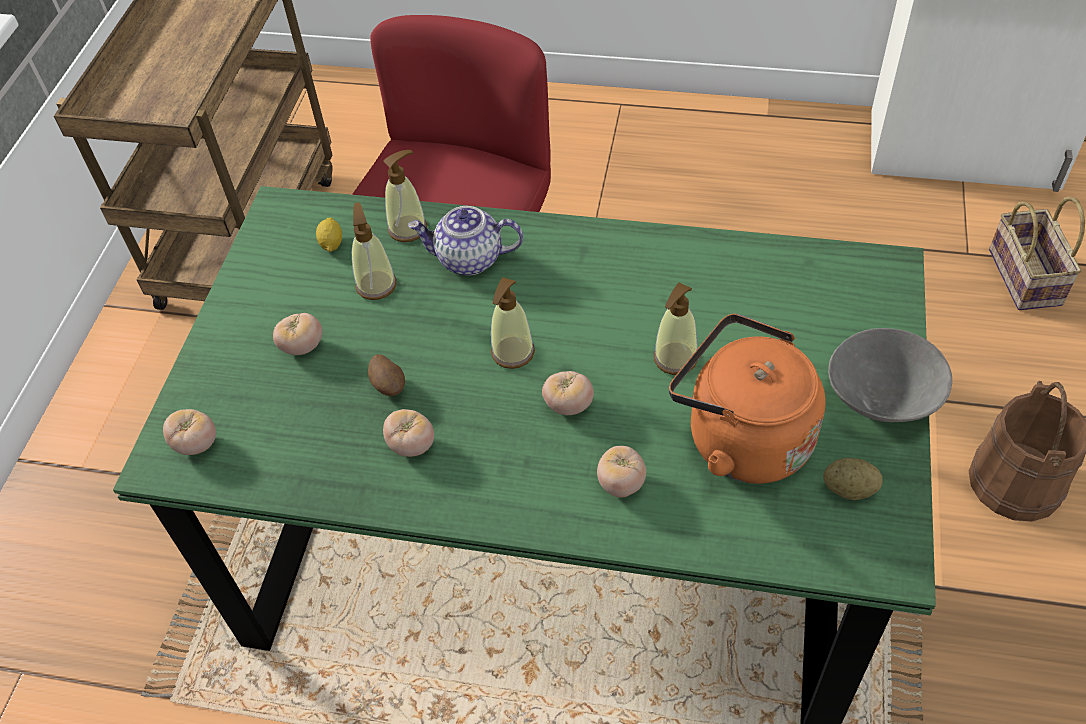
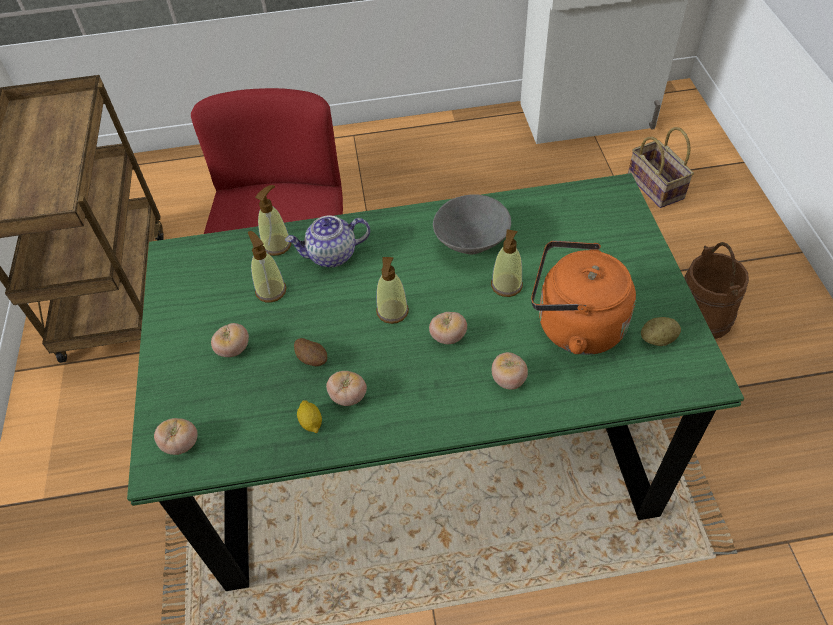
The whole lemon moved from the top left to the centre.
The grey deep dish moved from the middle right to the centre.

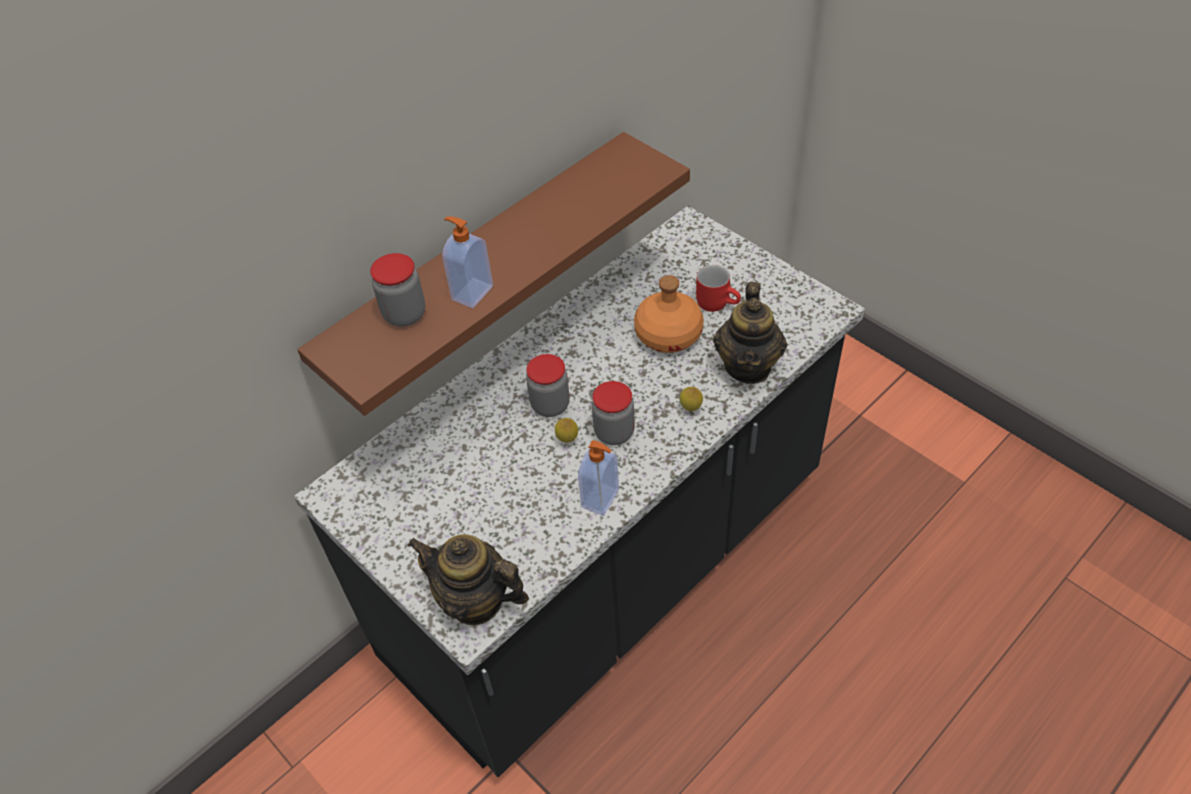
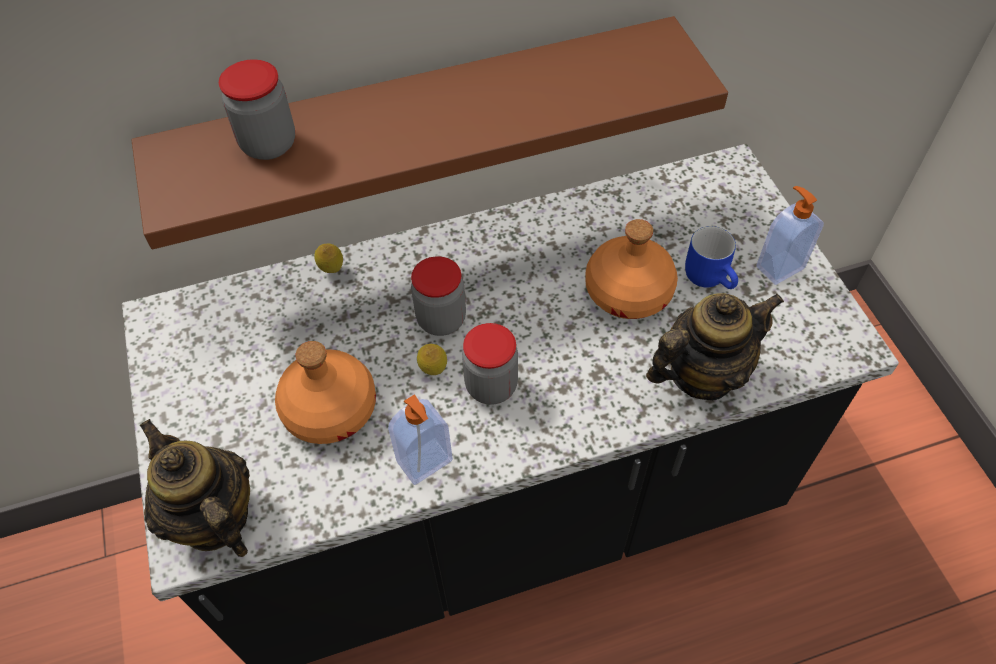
The soap dispenser (no. 1 from left in the first image) moved from the top centre to the middle right.
The whole lemon (no. 2 from left in the first image) moved from the centre to the middle left.
The red-coloured coffee mug at the centre became the blue coffee mug at the middle right.
The pot for tea (no. 2 from left) at the centre turned 150 degrees counterclockwise.
The orange-coloured drink bottle (no. 1 from left) at the middle left appeared.

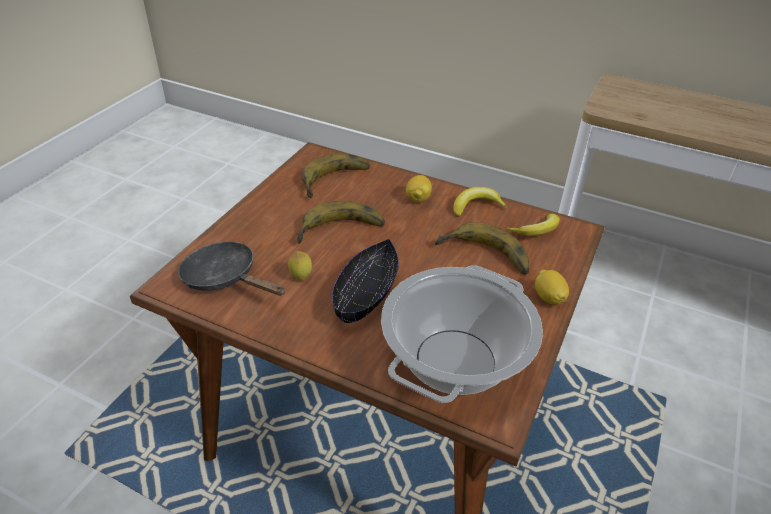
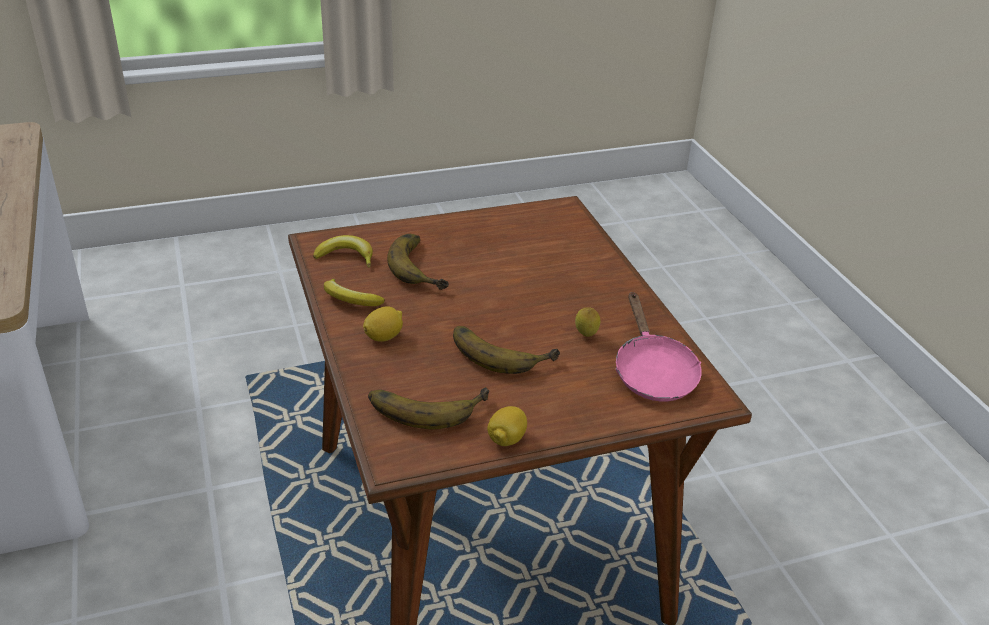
The black-coloured frying pan at the middle left became the pink-coloured frying pan at the centre.
The black-coloured deep dish at the centre disappeared.
The stockpot at the centre disappeared.
The whole lemon (no. 3 from left in the first image) moved from the middle right to the bottom centre.

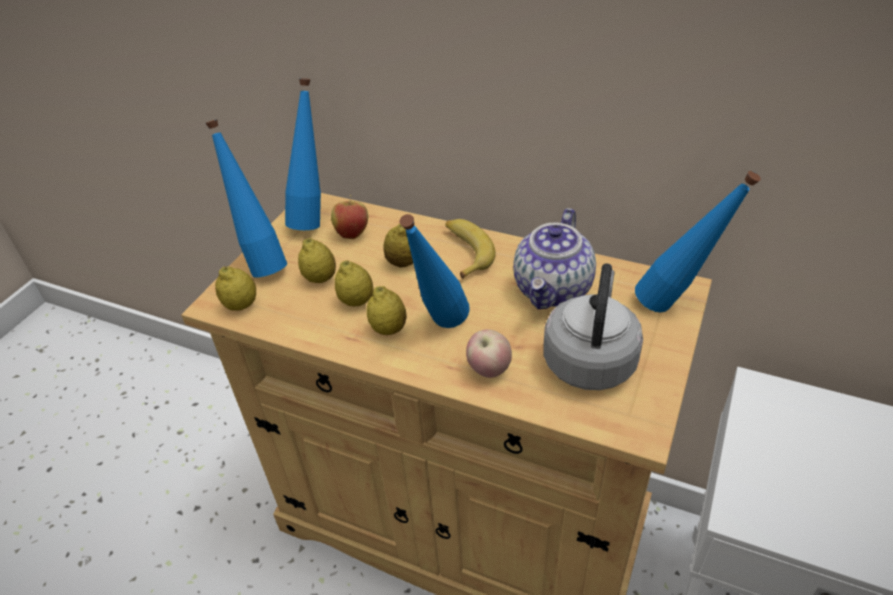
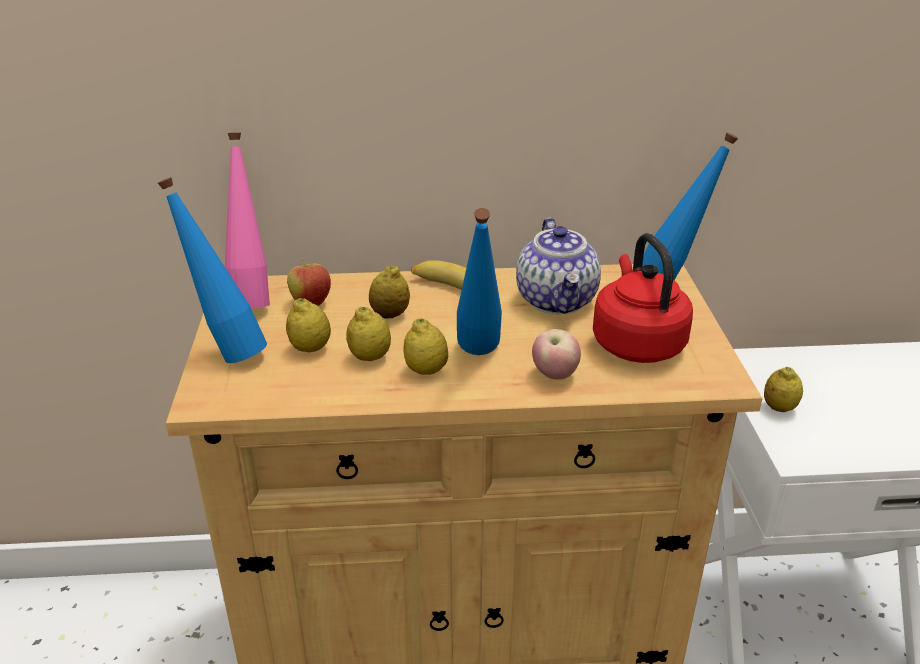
The whole lemon (no. 1 from left in the first image) moved from the middle left to the middle right.
The blue drink bottle (no. 2 from left) at the top centre became the pink-coloured drink bottle at the top left.
The grey water kettle at the centre became the red-coloured water kettle at the middle right.

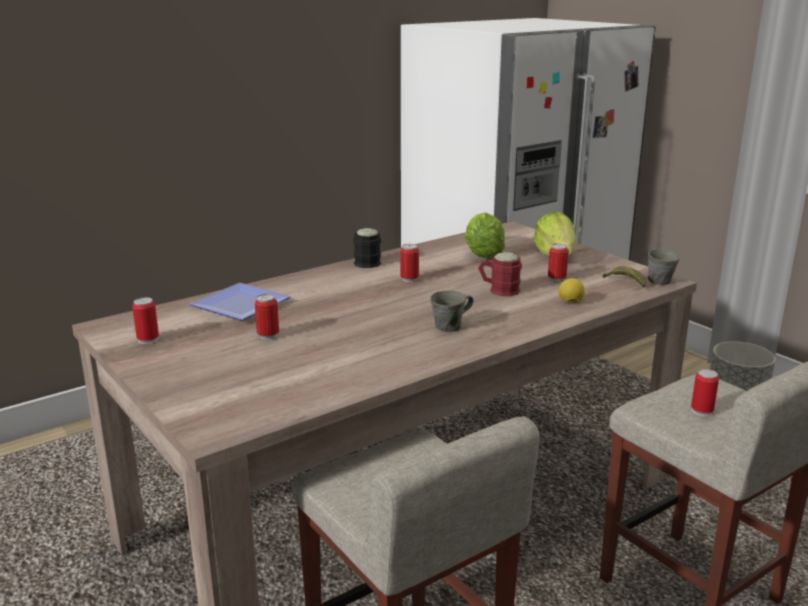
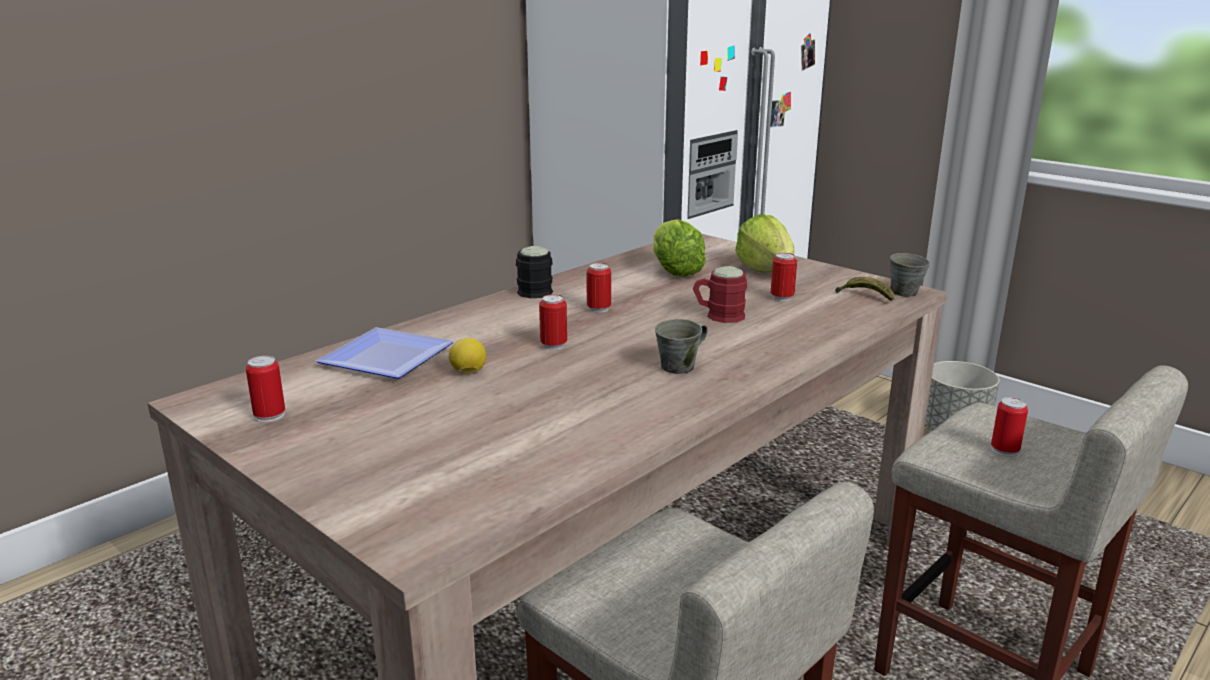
The sealed can (no. 2 from left) moved from the middle left to the centre.
The whole lemon moved from the middle right to the centre.

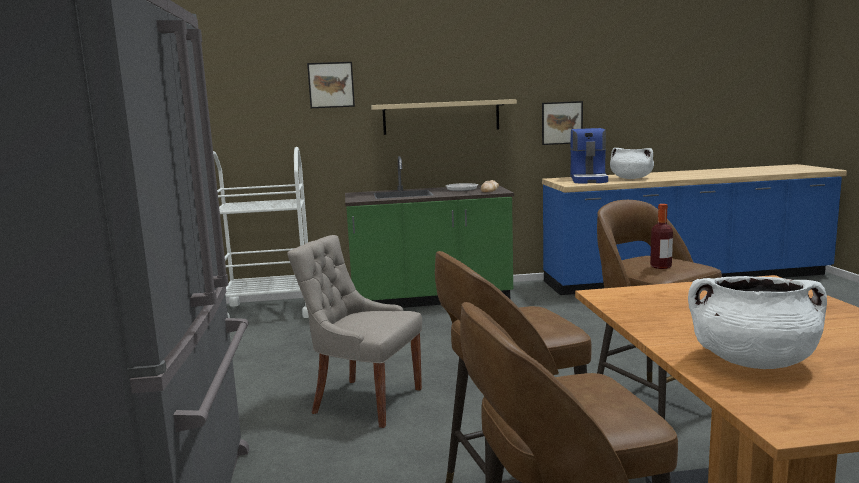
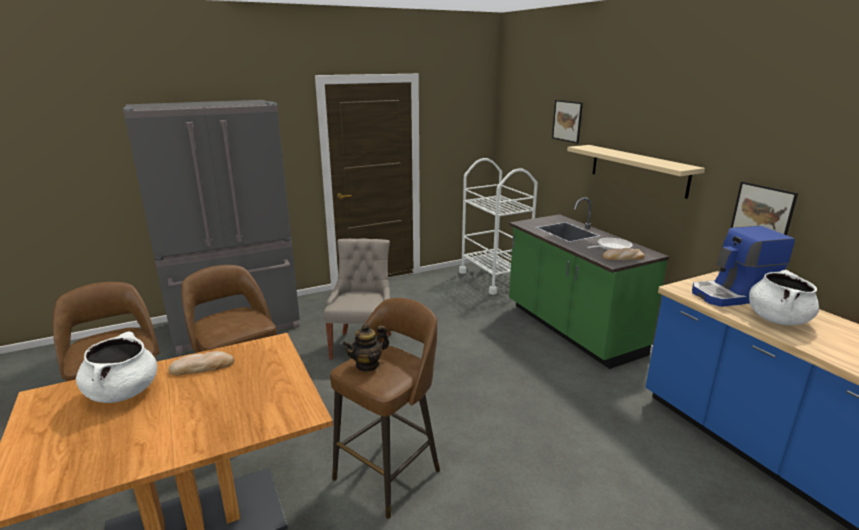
The drink bottle at the middle right was replaced by the pot for tea at the centre.
The bakery bread (no. 1 from left) at the bottom left appeared.

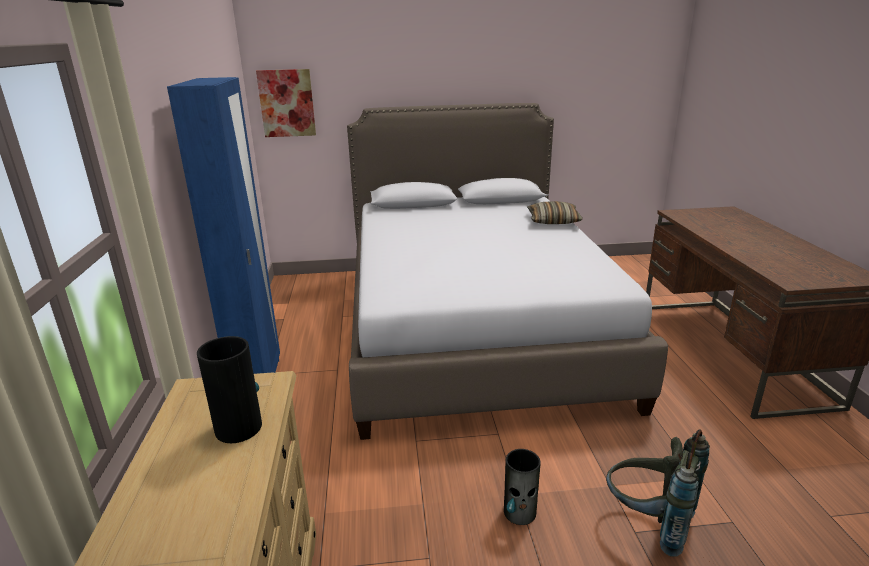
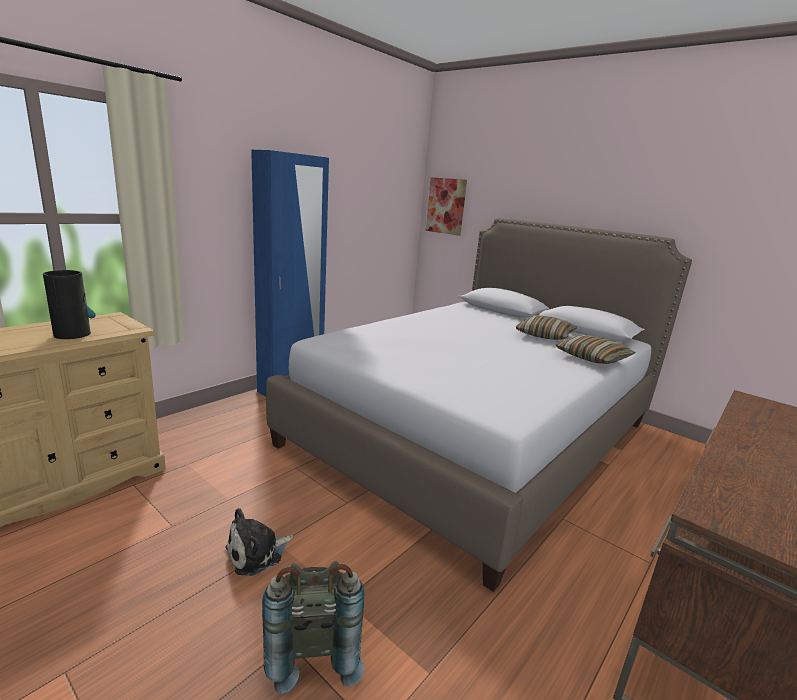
The decorative vase (no. 2 from left) at the bottom centre was replaced by the cuddly toy at the bottom left.
The pillow (no. 1 from left) at the middle right appeared.

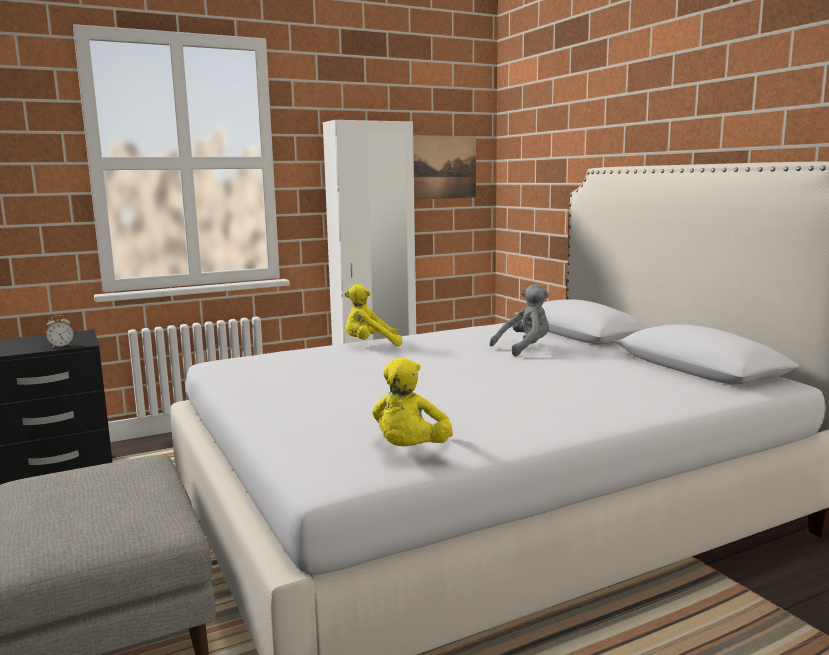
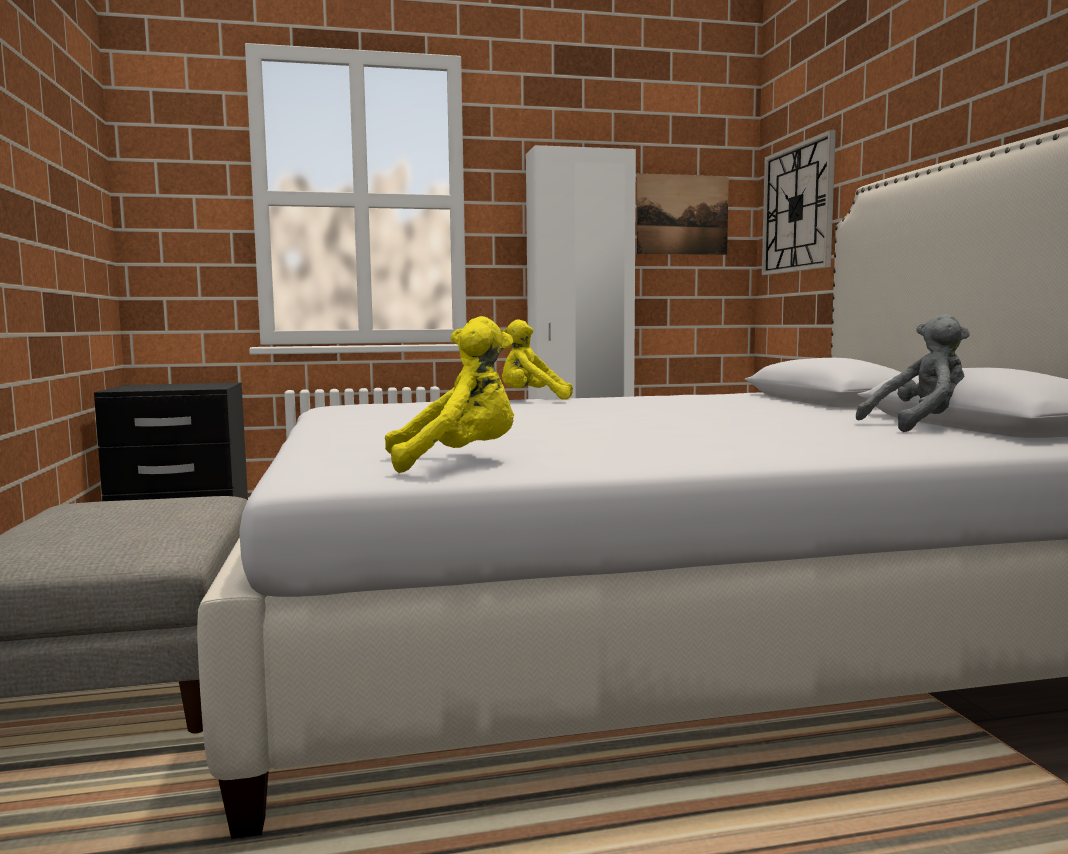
The bedside clock at the middle left disappeared.
The yellow-coloured cuddly toy (no. 2 from left in the first image) at the centre turned 135 degrees counterclockwise.
The grey cuddly toy moved from the centre to the middle right.
The hanging clock at the top right appeared.

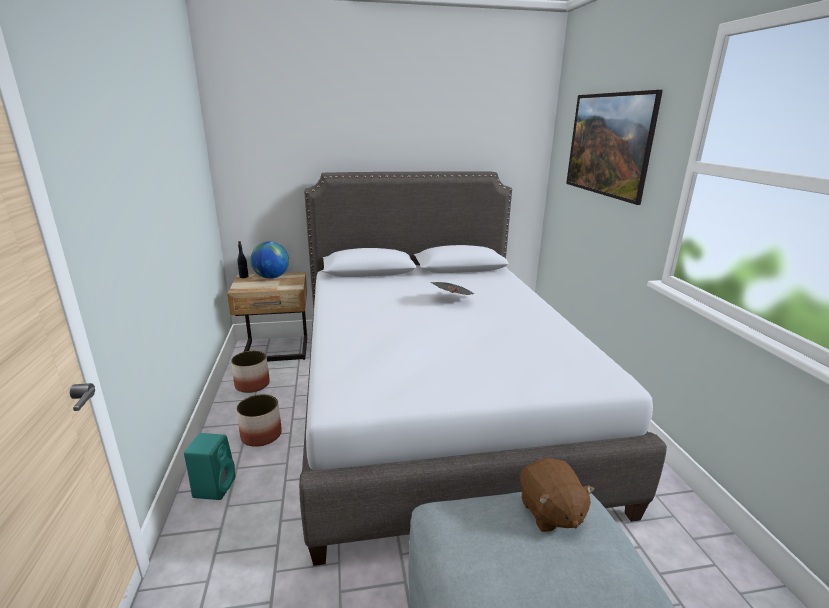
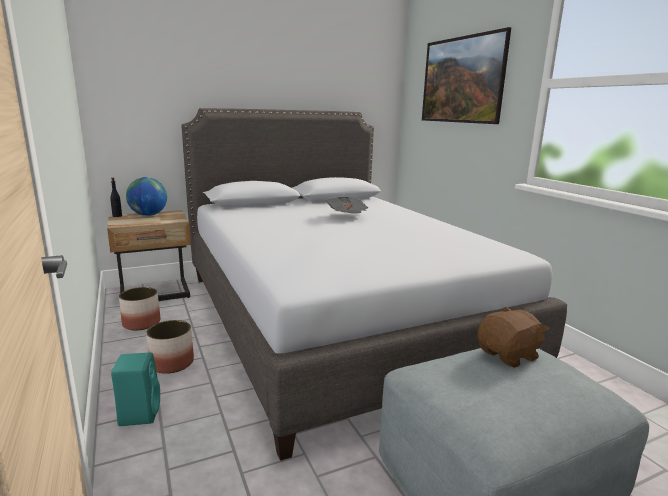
The brown cuddly toy at the bottom right turned 90 degrees counterclockwise.

